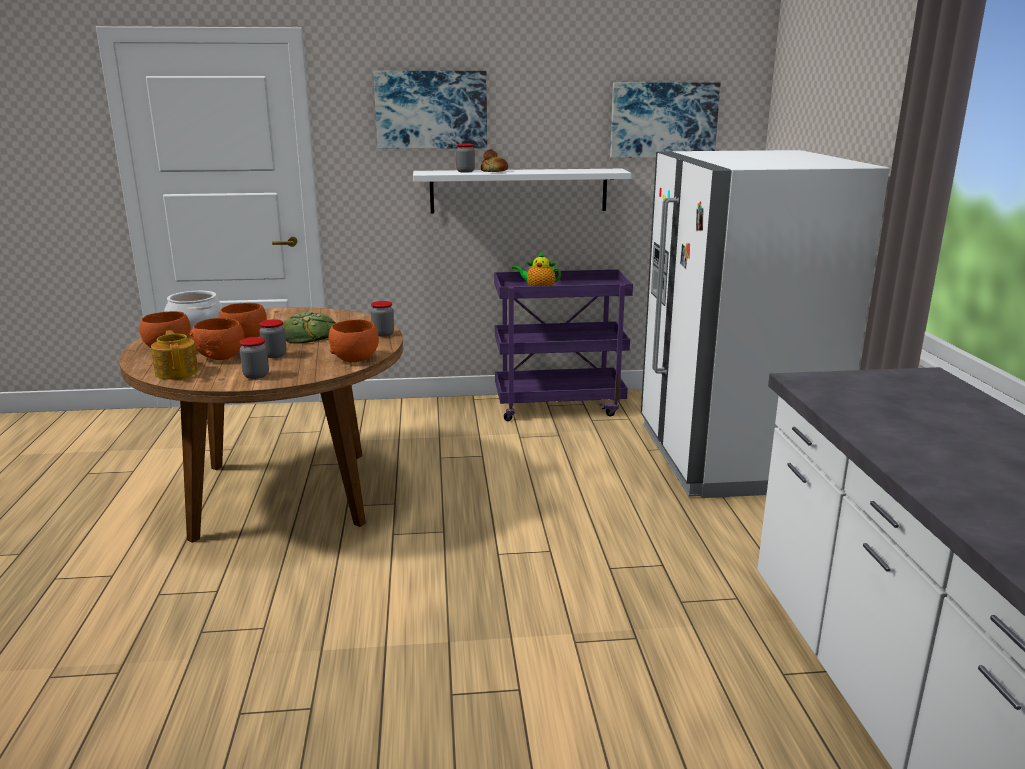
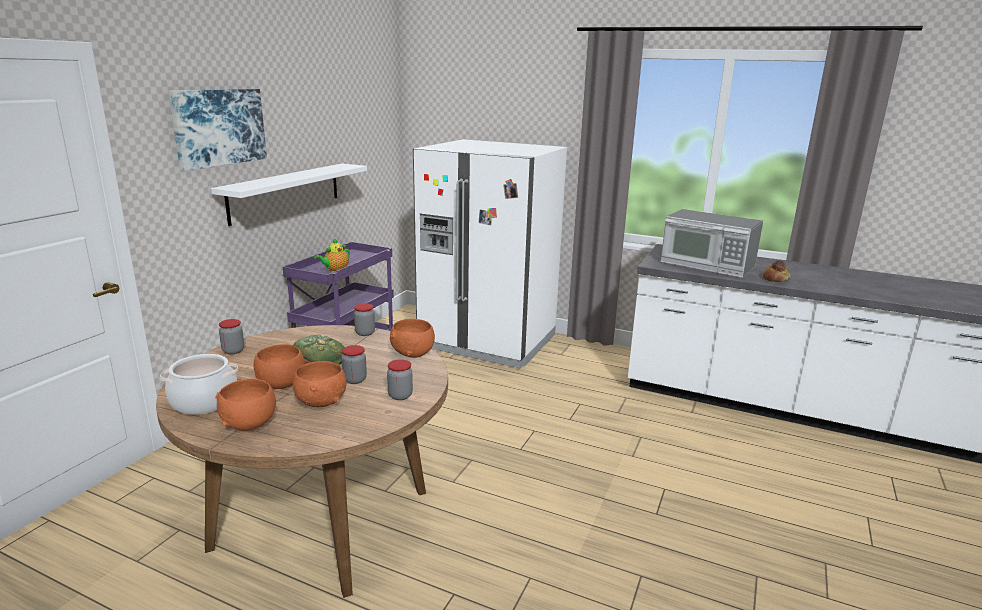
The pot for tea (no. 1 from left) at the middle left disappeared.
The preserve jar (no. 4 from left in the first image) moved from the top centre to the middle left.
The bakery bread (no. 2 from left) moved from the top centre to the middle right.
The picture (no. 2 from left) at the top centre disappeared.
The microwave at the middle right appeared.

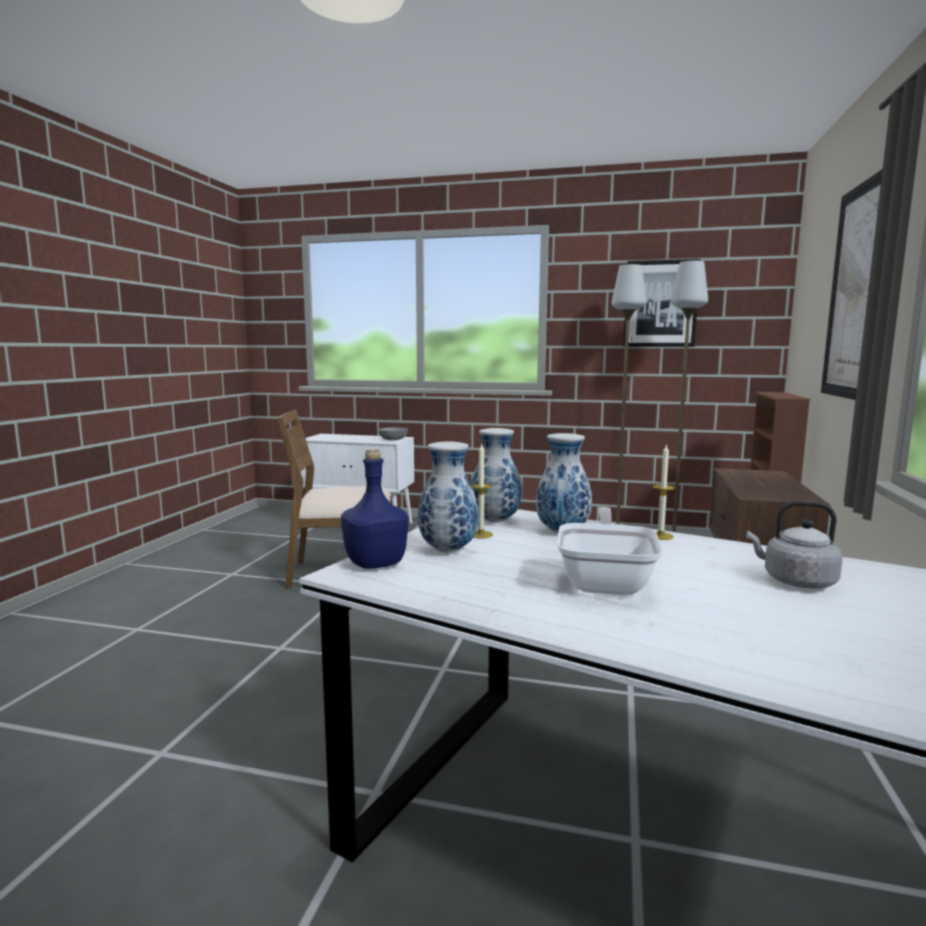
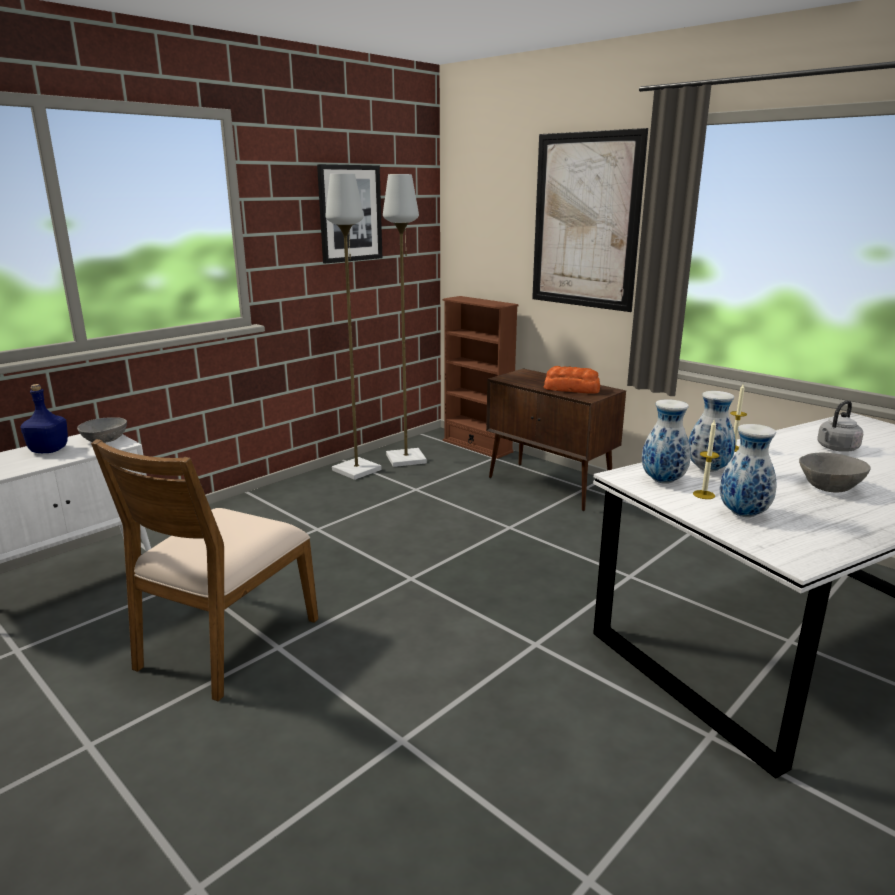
The blue drink bottle moved from the centre to the middle left.
The frying pan at the centre was replaced by the grey deep dish (no. 2 from left) at the middle right.
The bakery bread at the centre appeared.

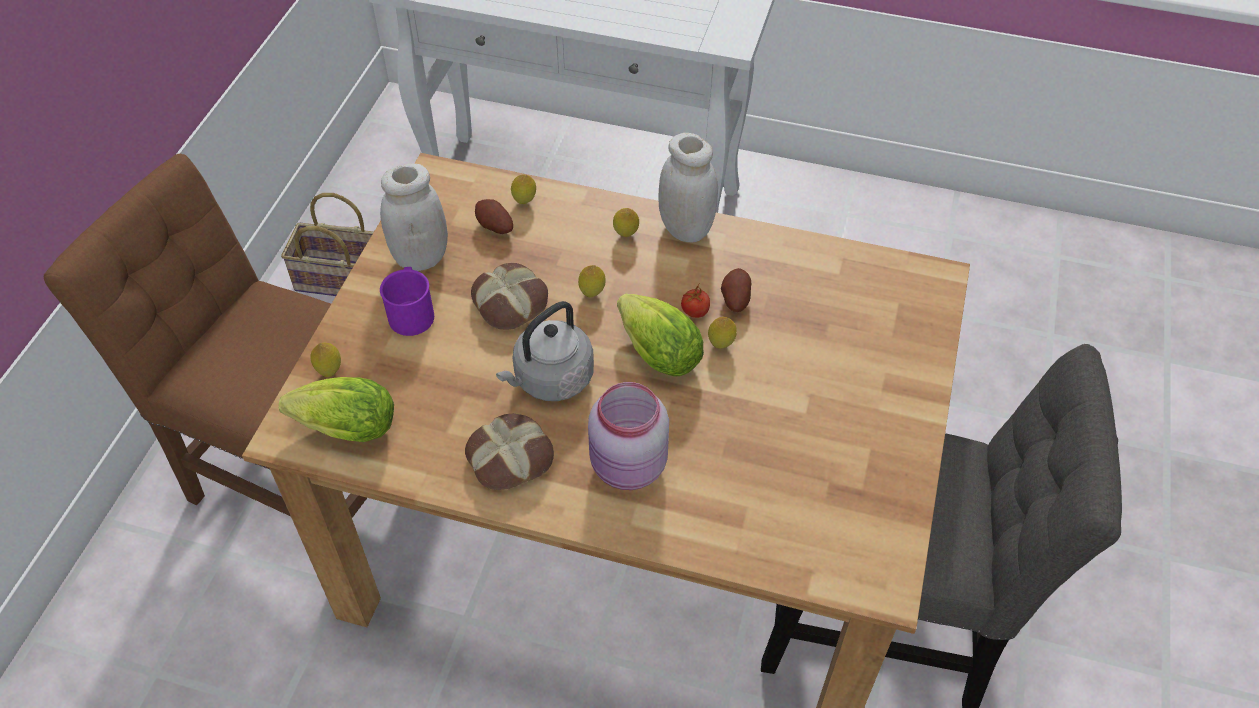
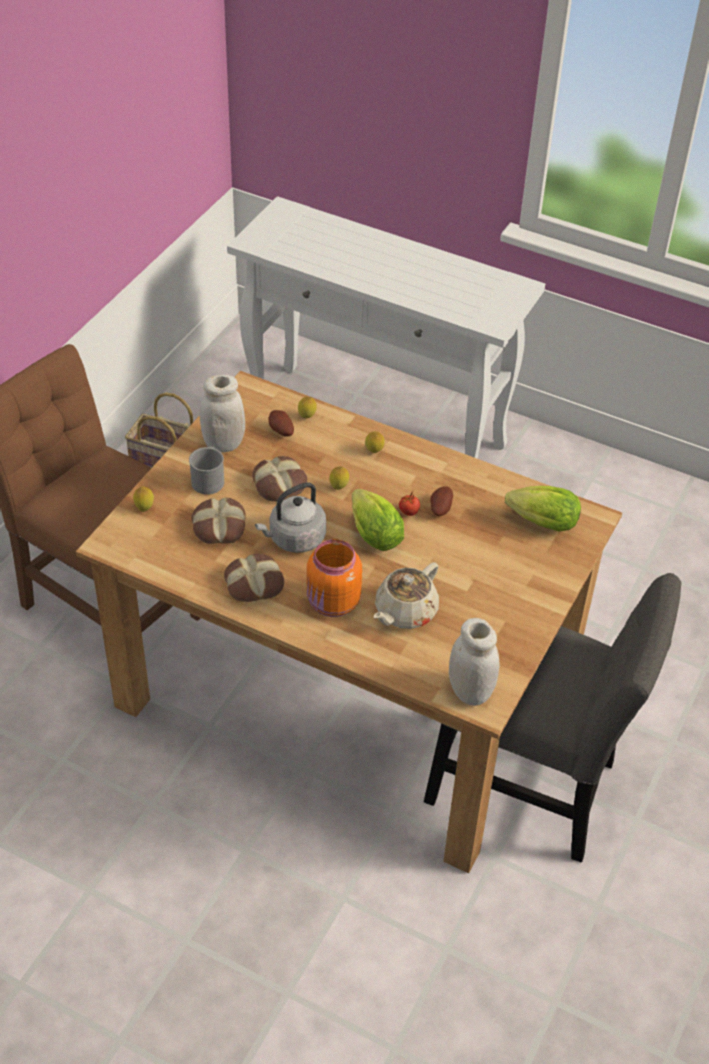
The lettuce head (no. 1 from left in the first image) moved from the middle left to the middle right.
The purplish coffee mug at the middle left became the grey coffee mug at the middle left.
The pink-coloured preserve jar at the centre became the orange-coloured preserve jar at the centre.
The white preserve jar (no. 2 from left) moved from the top centre to the middle right.
The whole lemon (no. 5 from left) at the centre disappeared.
The bakery bread (no. 1 from left) at the middle left appeared.
The sand-coloured pot for tea at the centre appeared.

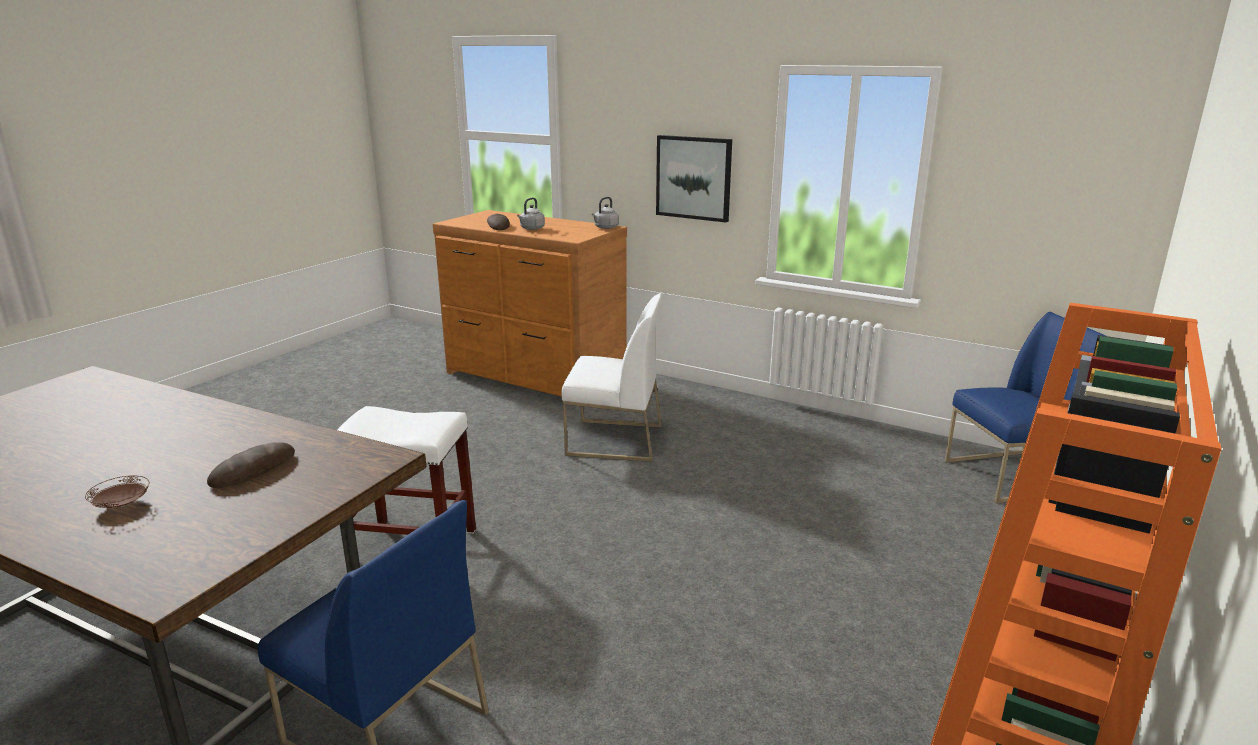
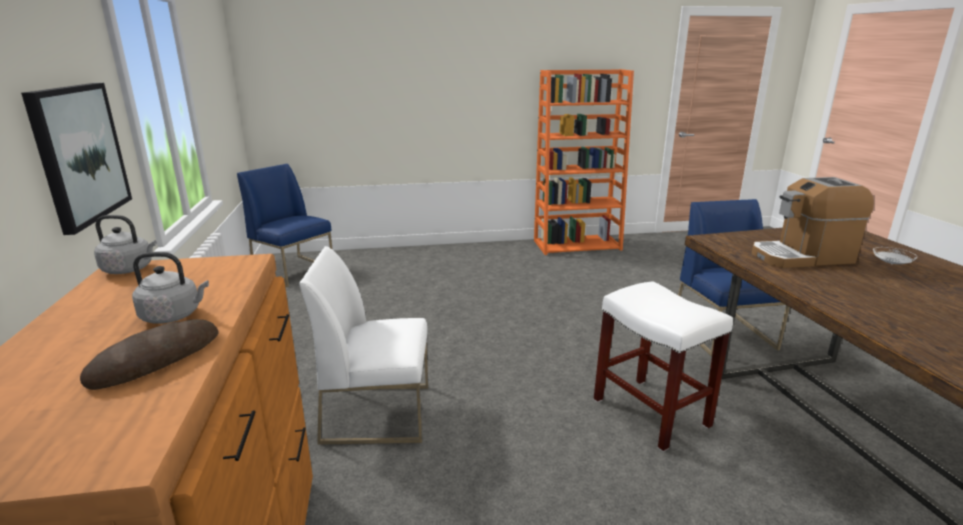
The brown dinner plate at the middle left became the white dinner plate at the middle right.
The bakery bread (no. 1 from left) at the middle left was replaced by the coffee brewer at the middle right.
The white chair at the centre turned 60 degrees counterclockwise.

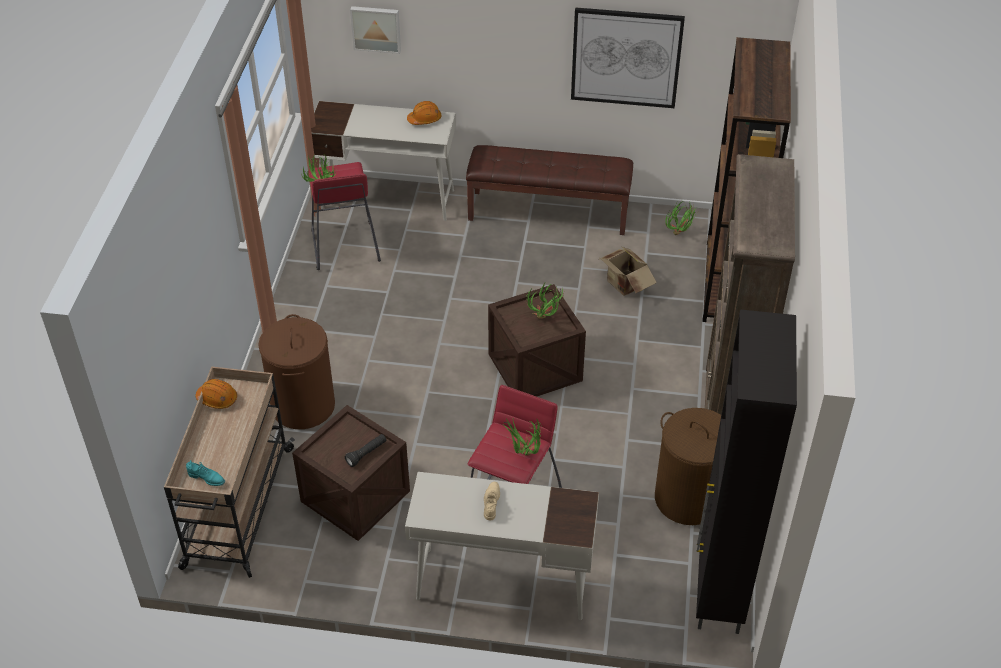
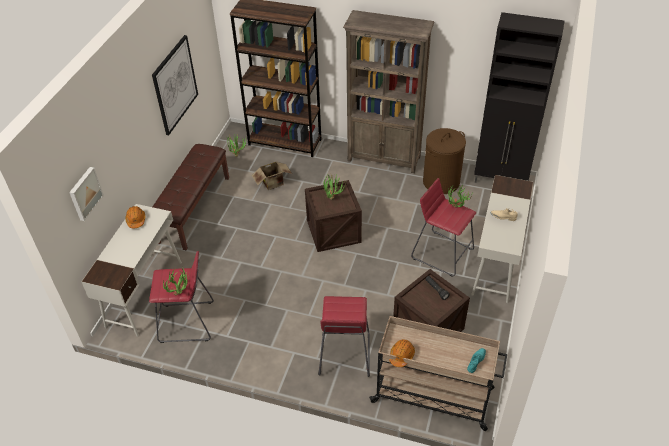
The brown hamper (no. 1 from left) at the middle left was replaced by the red-coloured stool seat (no. 2 from left) at the bottom centre.

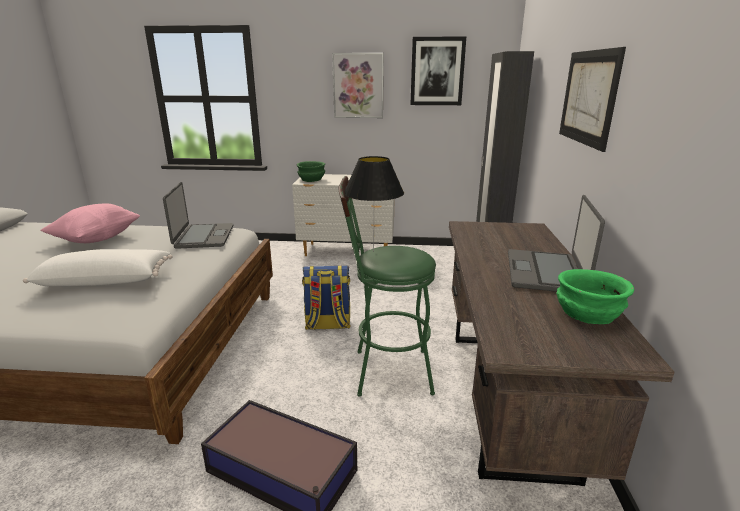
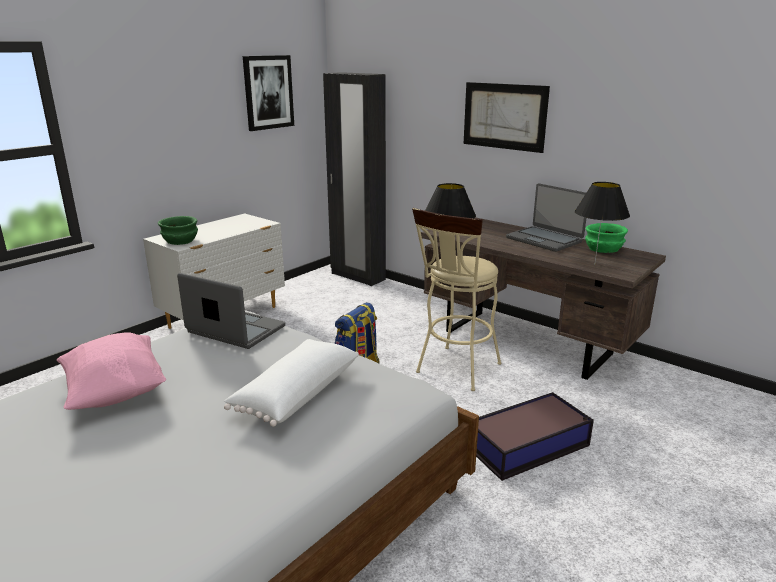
The picture (no. 1 from left) at the top centre disappeared.
The green stool seat at the centre became the sand-coloured stool seat at the centre.
The black-coloured lamp for a table (no. 2 from left) at the middle right appeared.

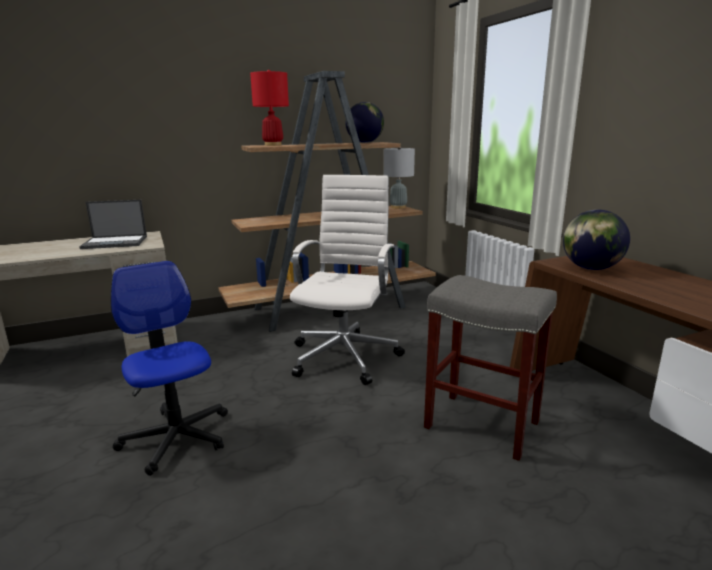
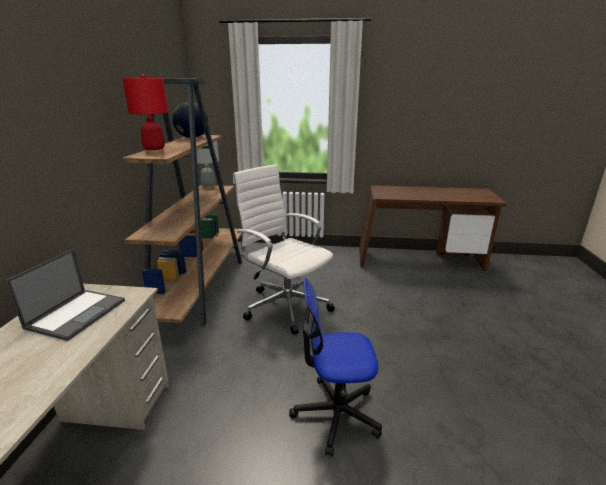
The grey stool seat at the middle right disappeared.
The globe (no. 2 from left) at the middle right disappeared.

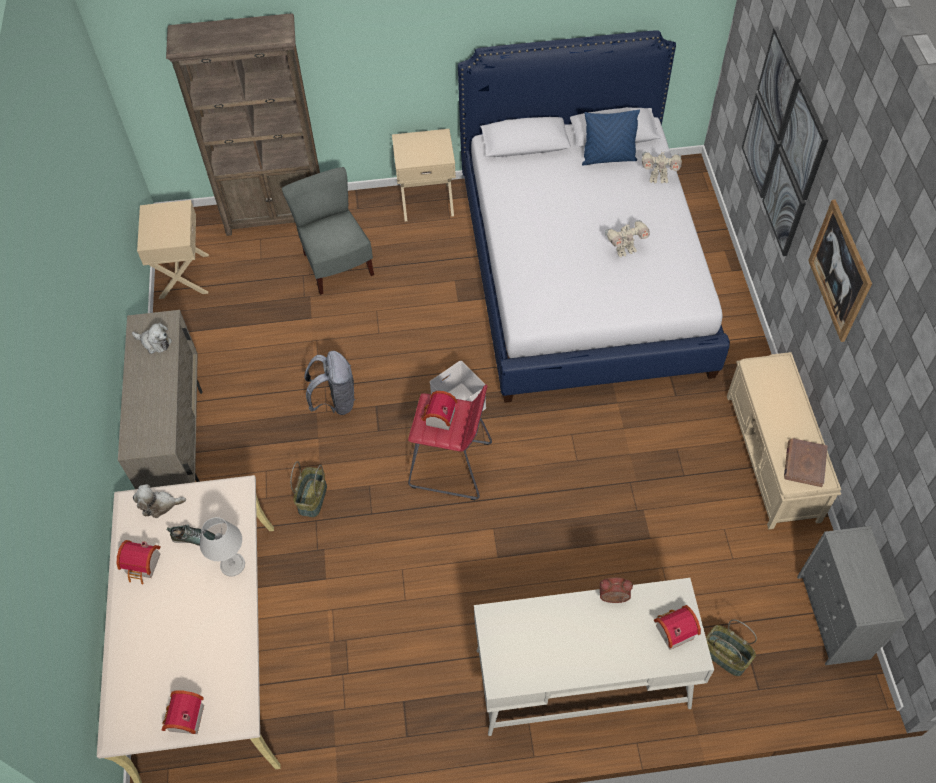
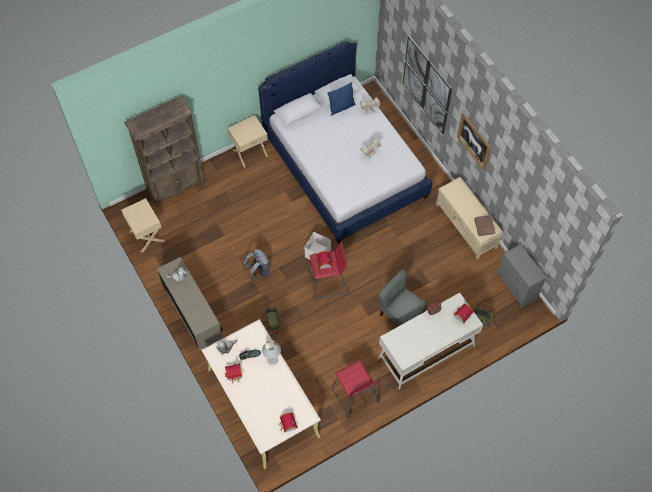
The grey chair moved from the top centre to the centre.
The red-coloured stool seat (no. 2 from left) at the bottom centre appeared.

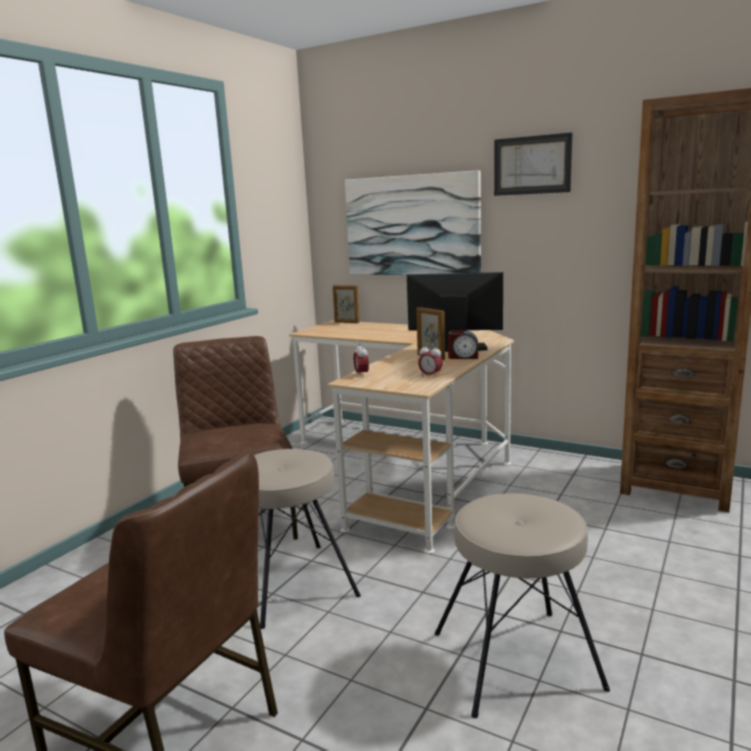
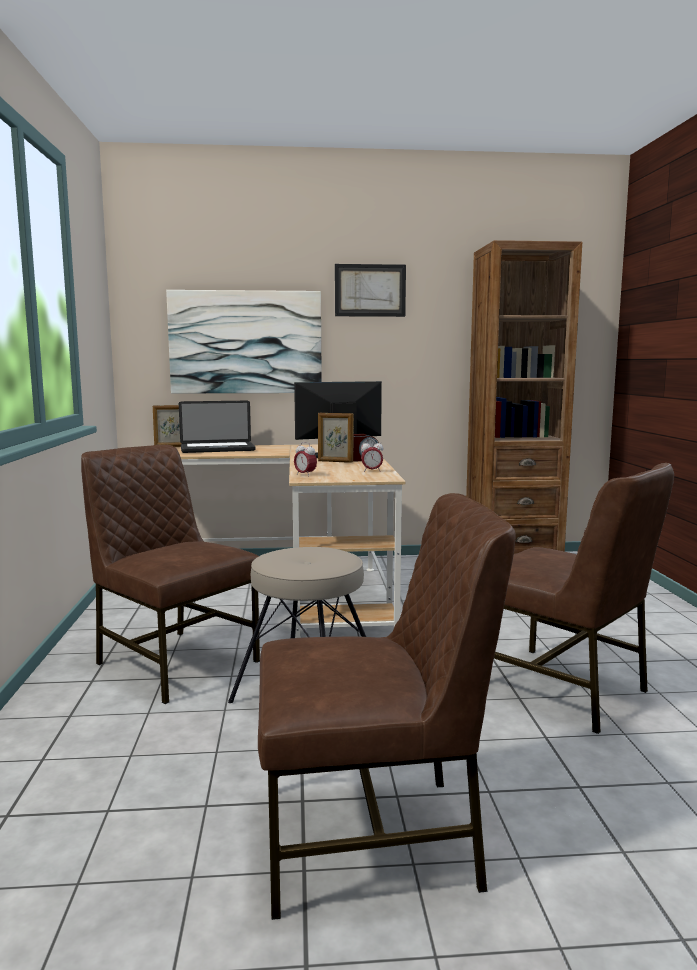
The sand-coloured stool seat (no. 2 from left) at the bottom right was replaced by the brown chair (no. 3 from left) at the middle right.
The portable computer at the middle left appeared.

